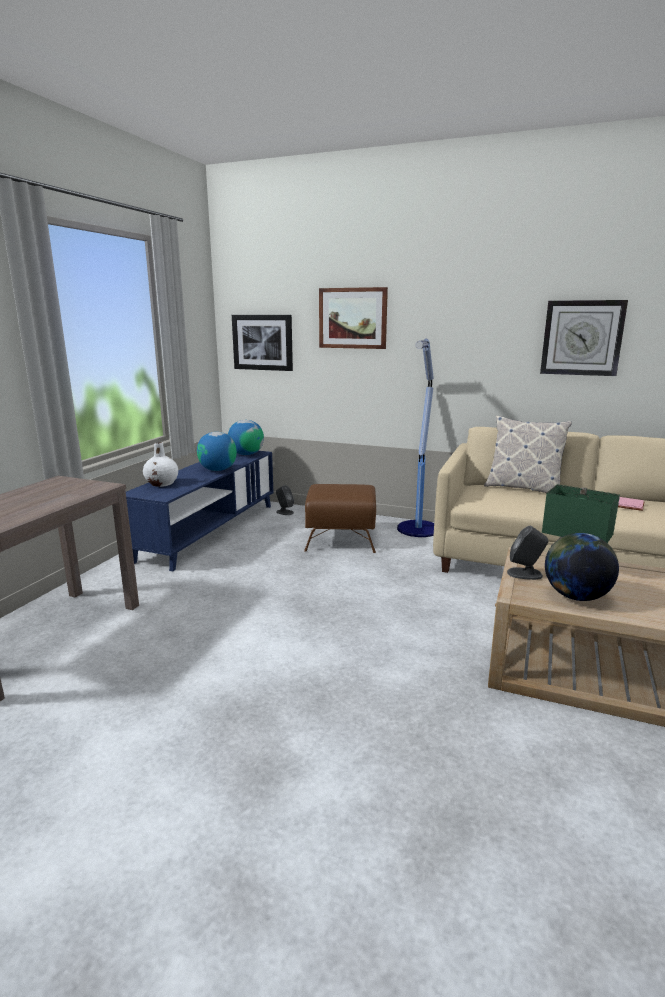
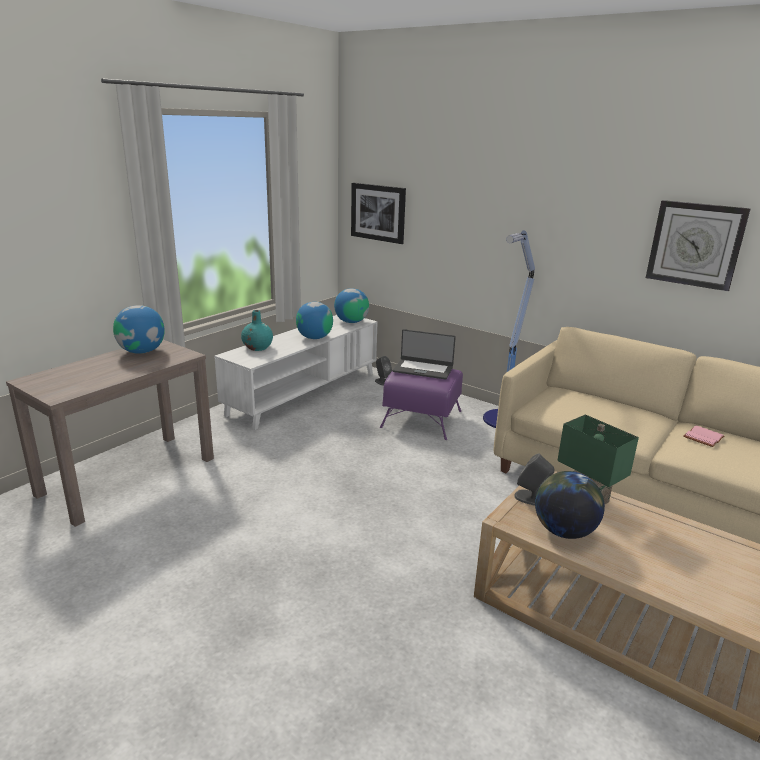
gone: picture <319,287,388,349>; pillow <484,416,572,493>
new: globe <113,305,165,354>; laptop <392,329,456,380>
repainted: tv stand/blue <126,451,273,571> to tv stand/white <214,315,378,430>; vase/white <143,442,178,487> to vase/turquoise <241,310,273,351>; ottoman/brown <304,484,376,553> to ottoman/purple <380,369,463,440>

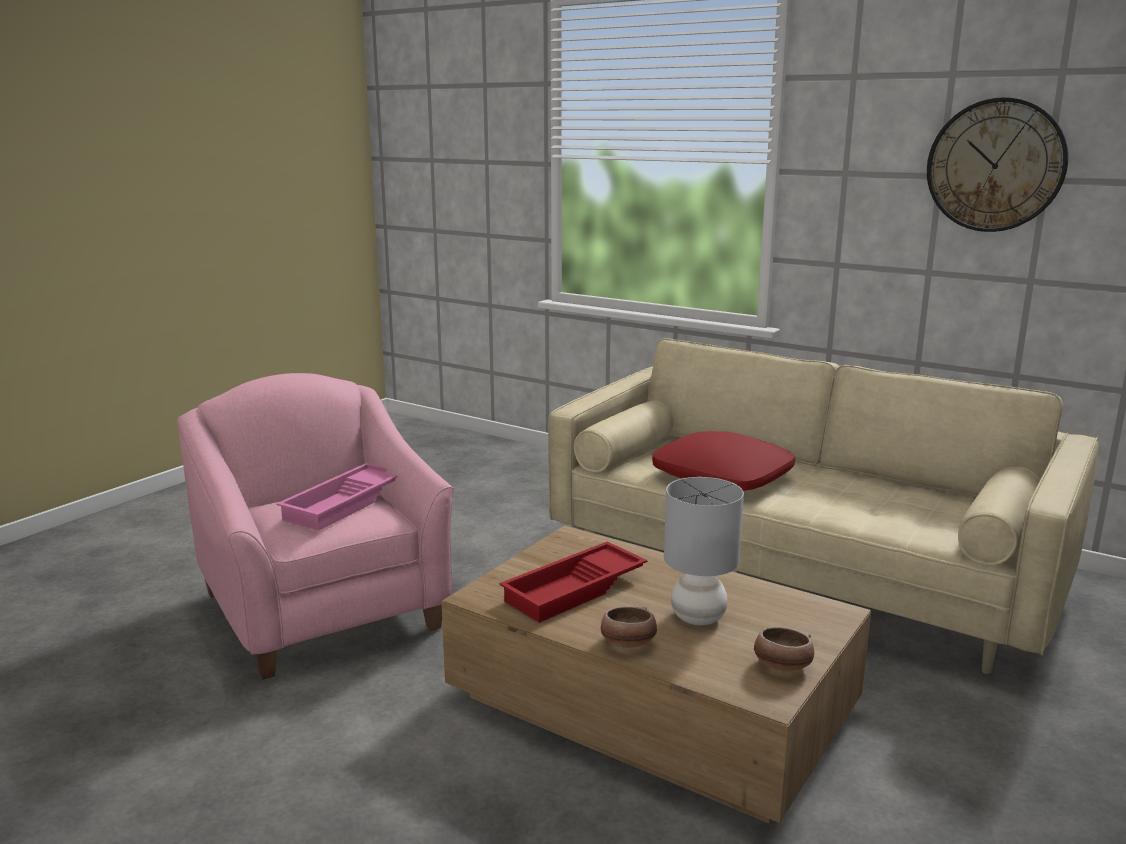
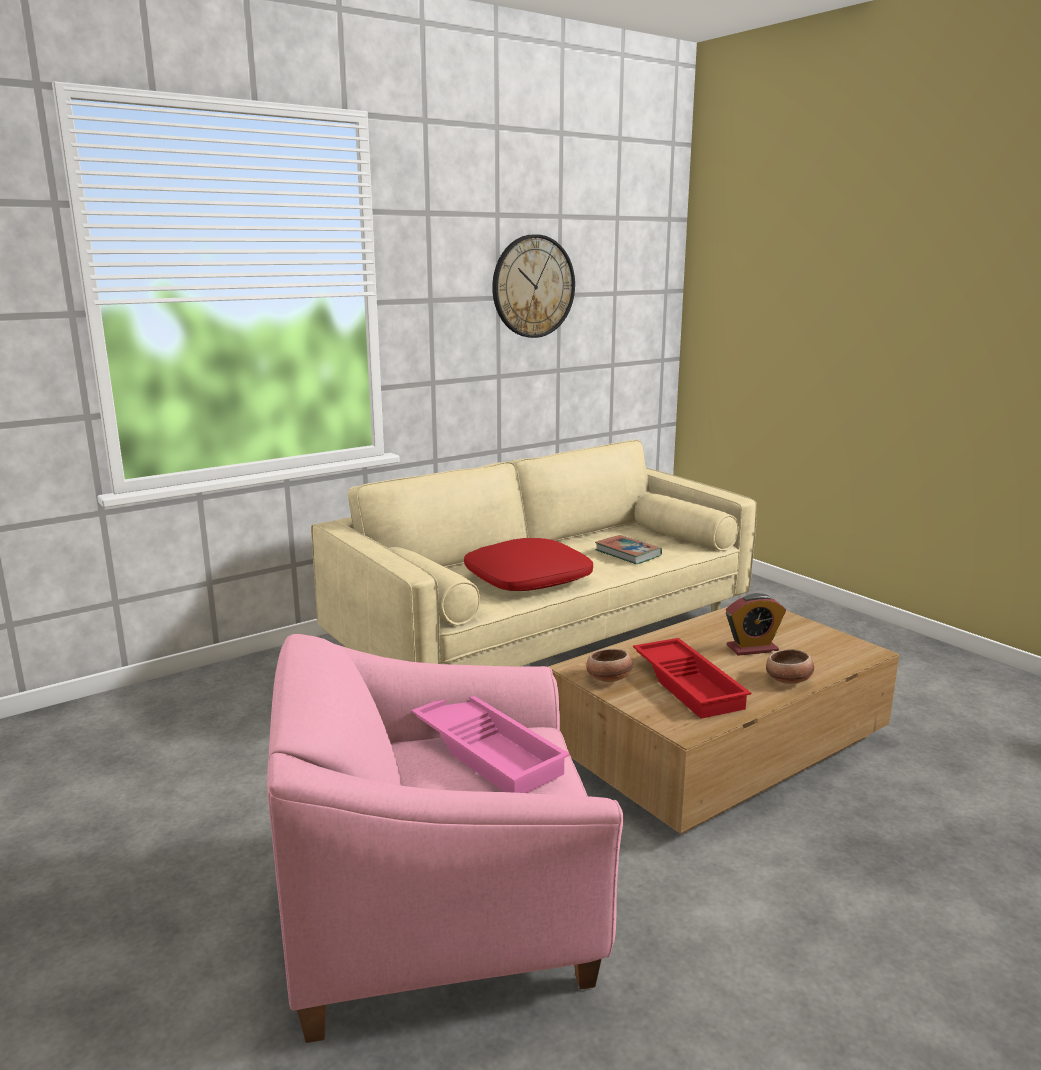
new: book <595,535,662,564>
shifted: bowl <754,627,814,671> to <586,648,633,682>
swapped: table lamp/grey <664,477,744,625> to alarm clock <726,593,786,656>

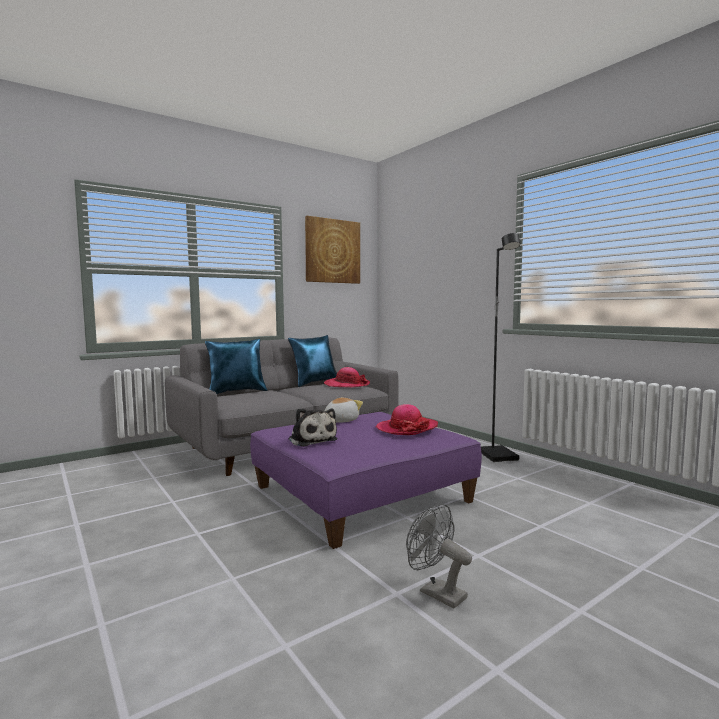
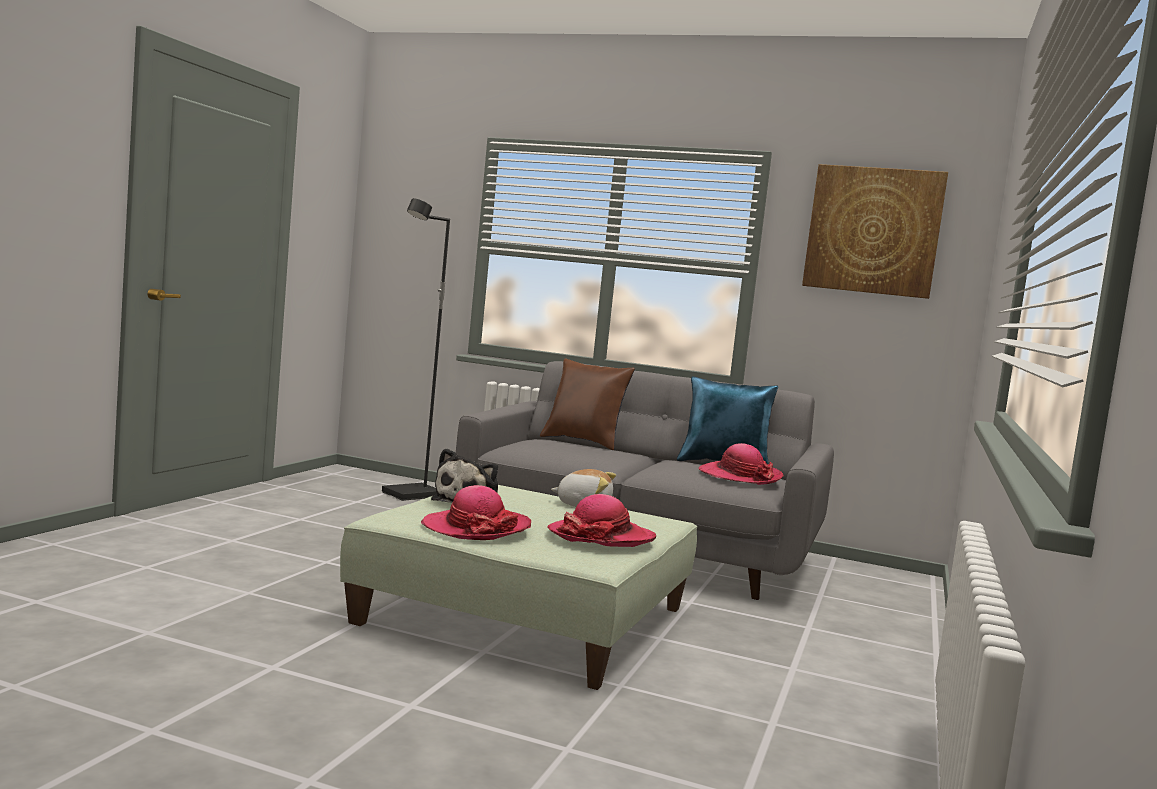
gone: fan/grey <406,504,472,609>
new: hat <421,485,531,540>
shifted: floor lamp/black <481,233,520,462> to <382,198,450,501>
repainted: pillow/blue <205,339,268,394> to pillow/brown <540,359,635,450>; ottoman/purple <250,412,482,549> to ottoman/green <340,485,697,690>

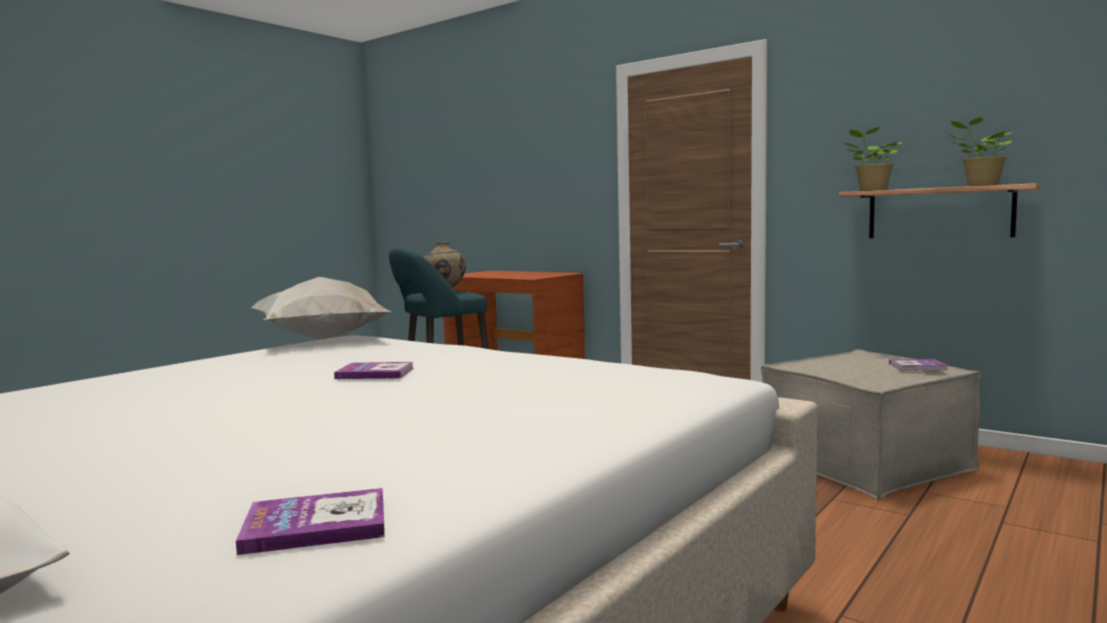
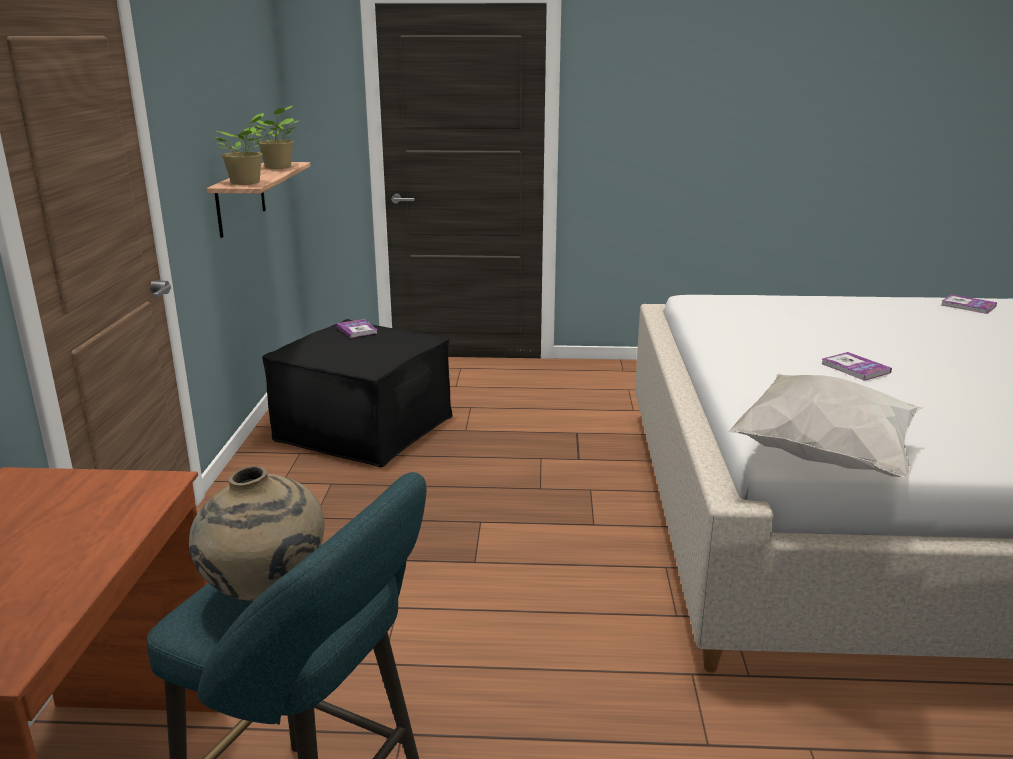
repainted: ottoman/beige <761,349,981,499> to ottoman/black <262,319,452,467>

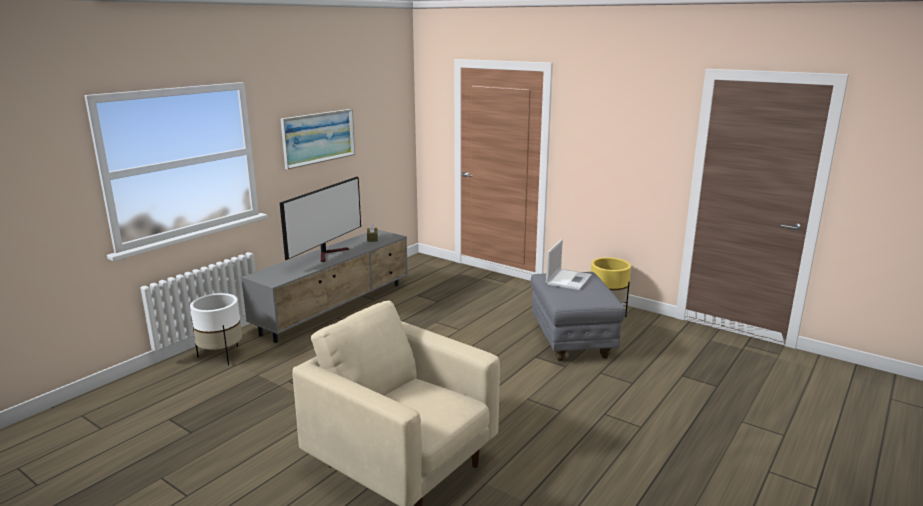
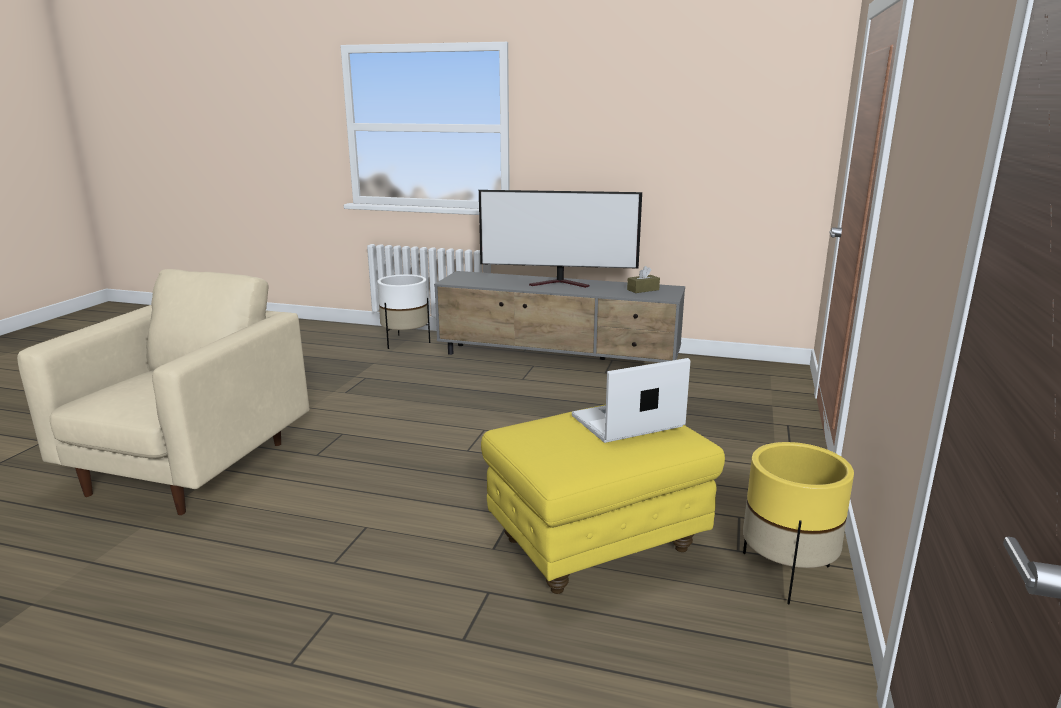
gone: picture <281,109,355,169>
repainted: ottoman/grey <531,272,626,361> to ottoman/yellow <481,404,725,594>
rotated: laptop <546,239,592,290> = <572,358,690,443> 150 degrees clockwise

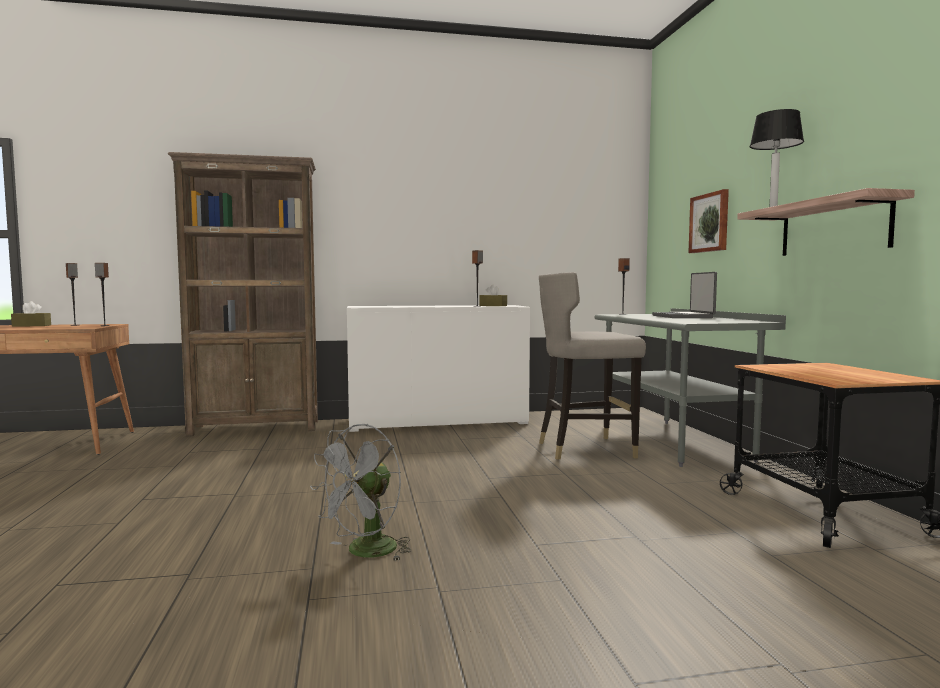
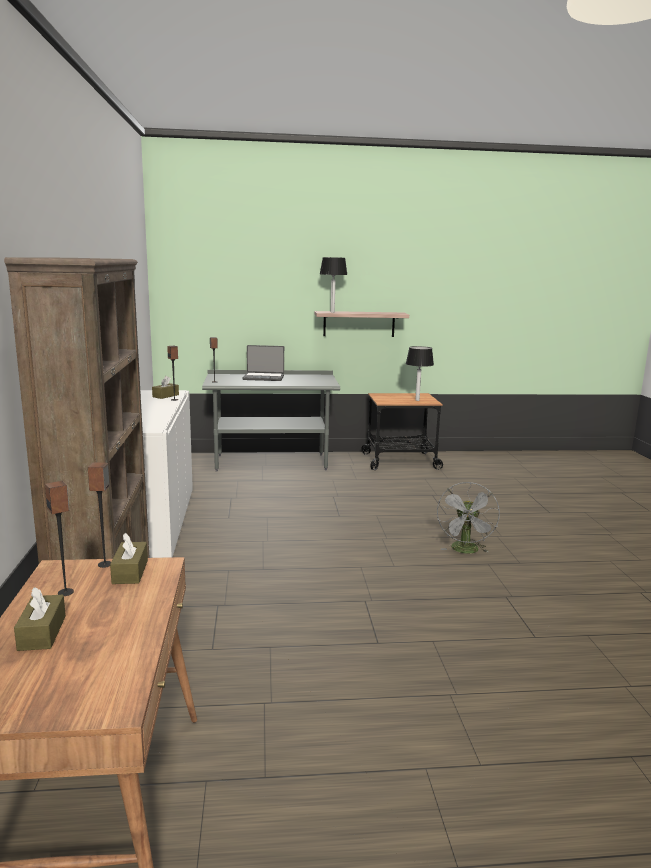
gone: stool/grey <539,272,646,460>; picture <688,189,729,253>
new: tissue box/brown <110,533,148,584>; table lamp <406,346,434,401>
rotated: fan/grey <310,424,411,562> = <437,482,500,554> 60 degrees clockwise

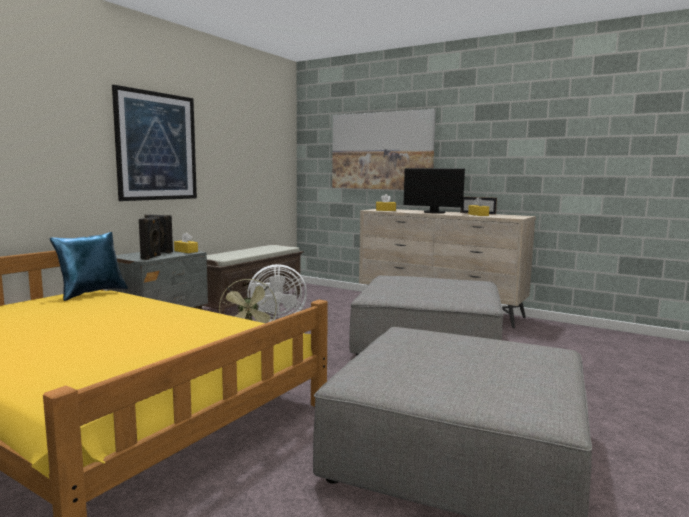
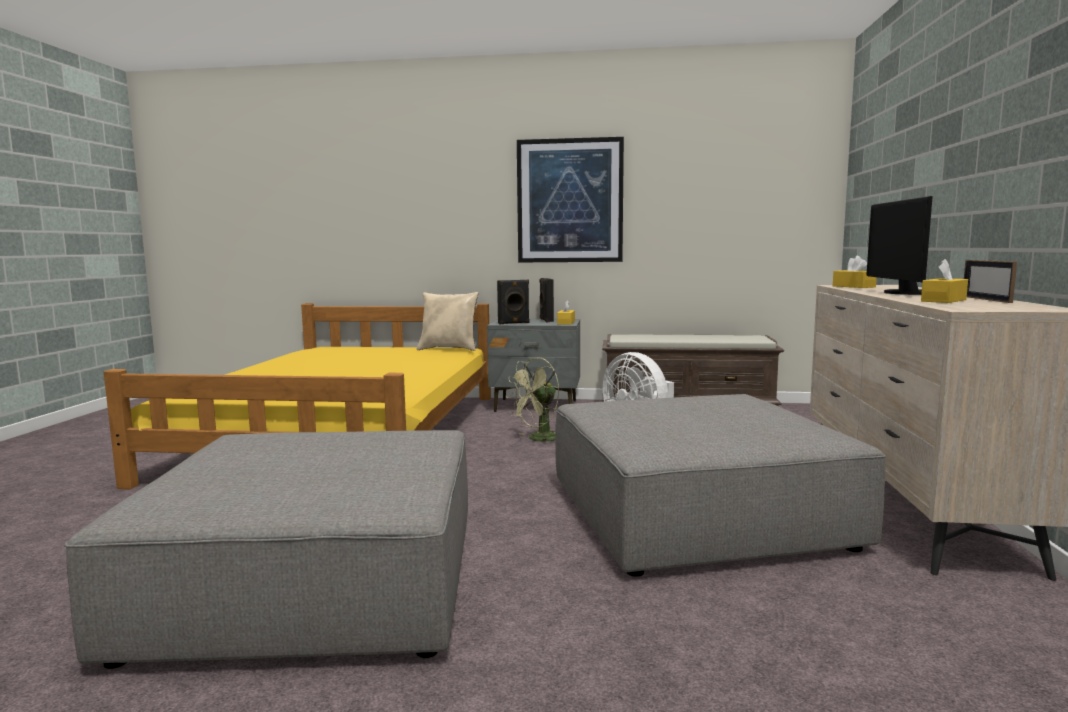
gone: picture <332,109,436,190>
repainted: pillow/blue <50,232,128,301> to pillow/beige <417,292,478,351>

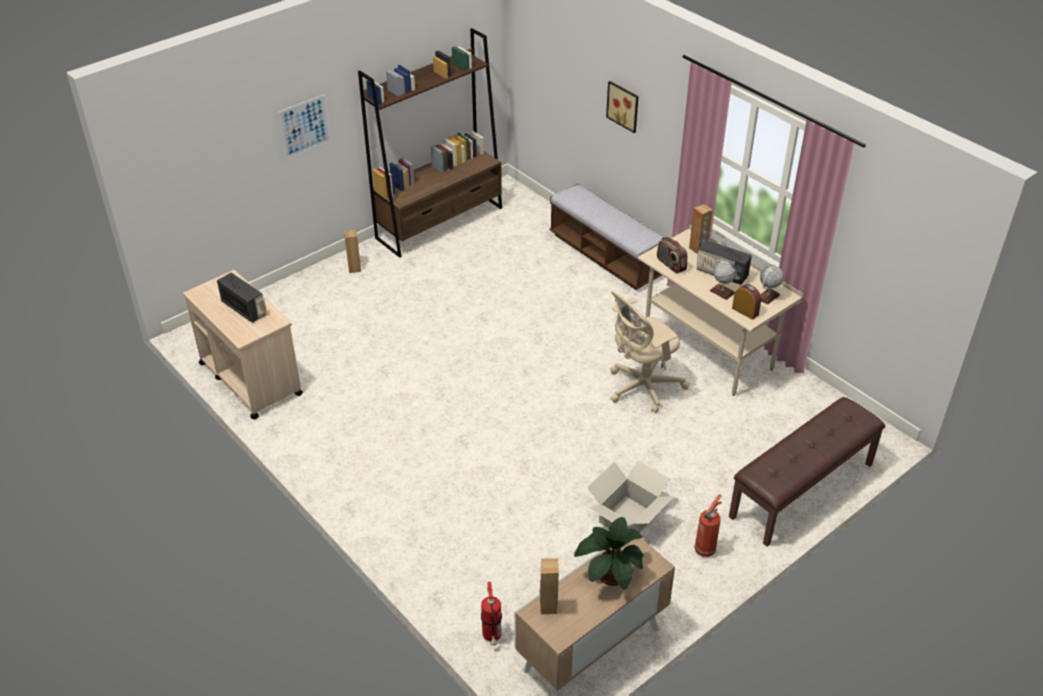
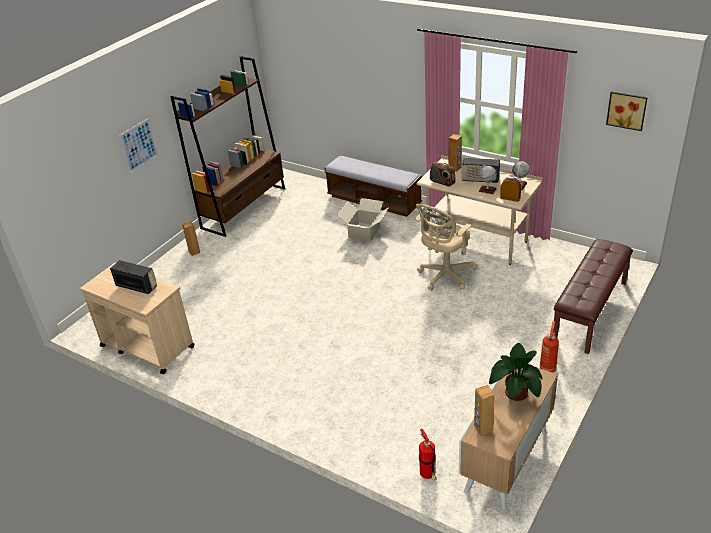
shifted: cardboard box <587,460,674,533> to <337,198,389,242>; picture <606,81,639,133> to <606,92,648,131>

